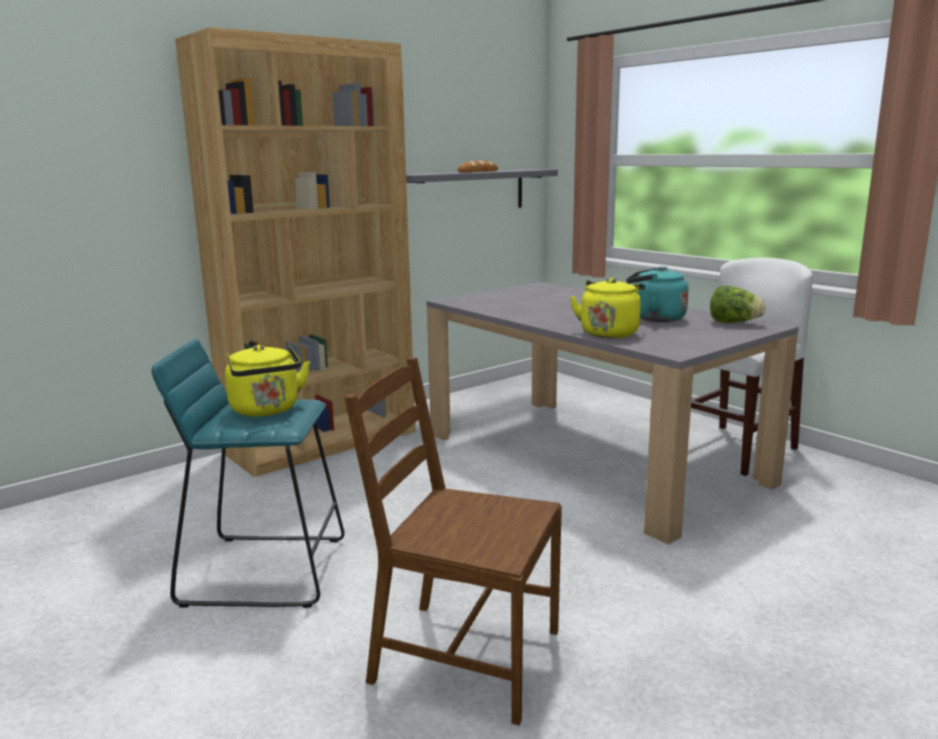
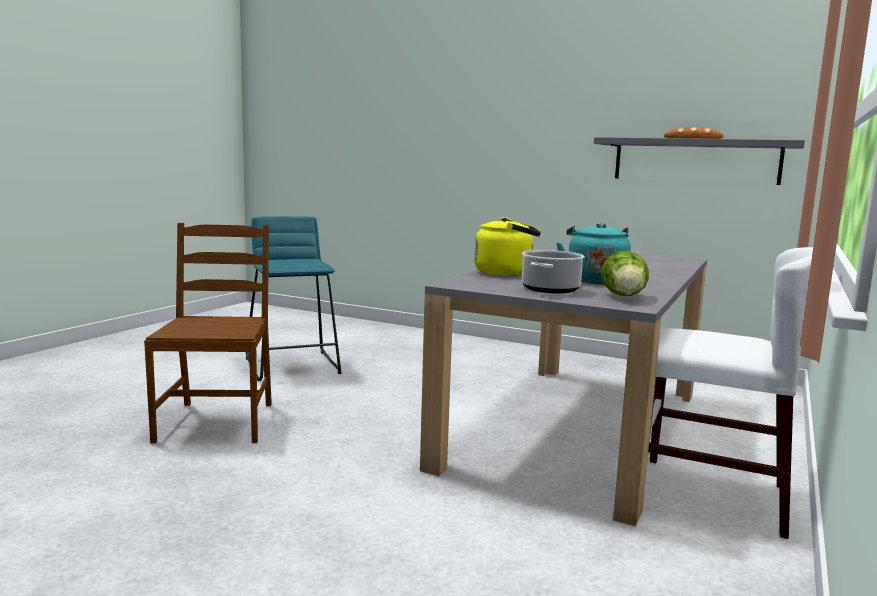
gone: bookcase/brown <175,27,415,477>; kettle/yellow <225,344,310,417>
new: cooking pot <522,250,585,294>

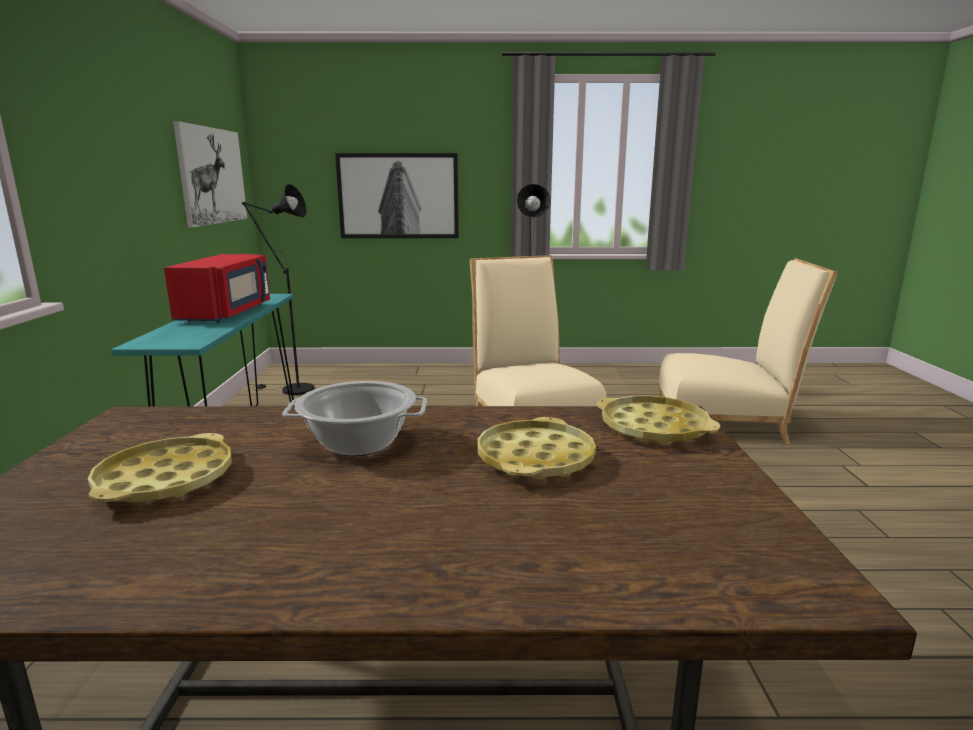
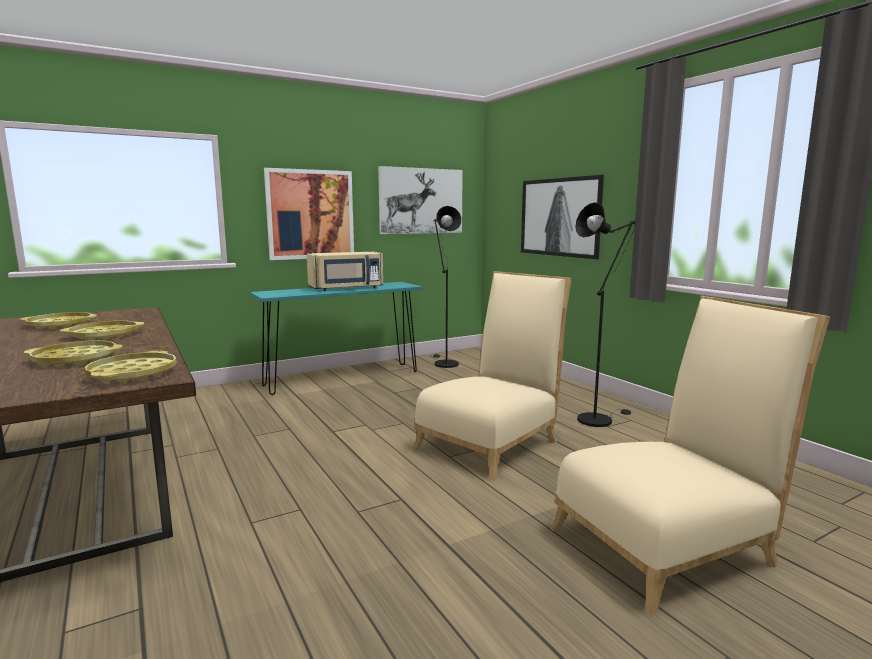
new: picture <264,168,354,260>
swapped: cooking pot <282,381,427,456> to tray/yellow <60,321,144,340>
repainted: microwave/red <164,254,270,322> to microwave/beige <307,252,383,291>
rotated: chair/beige <658,258,837,444> = <550,296,830,615> 90 degrees counterclockwise

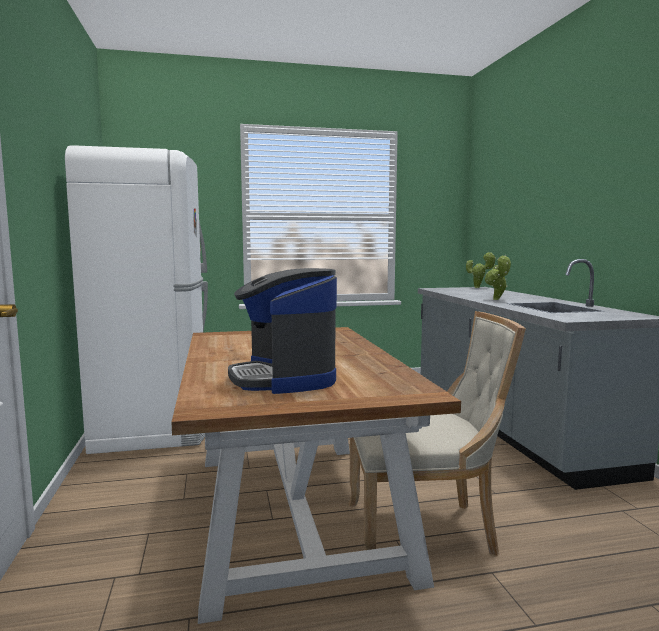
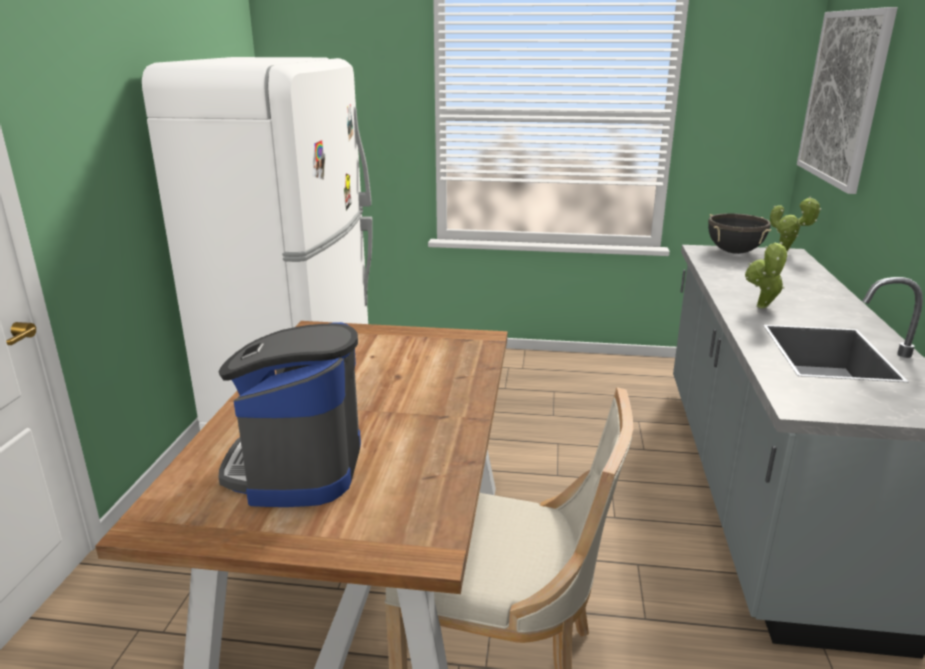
new: cooking pot/black <708,213,771,254>; picture <797,7,898,194>

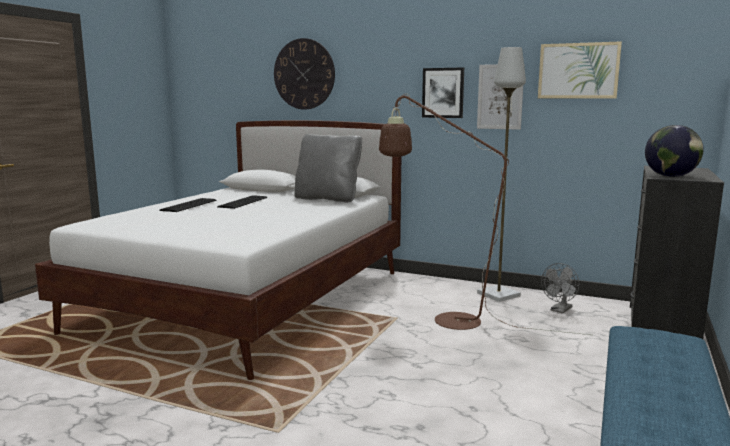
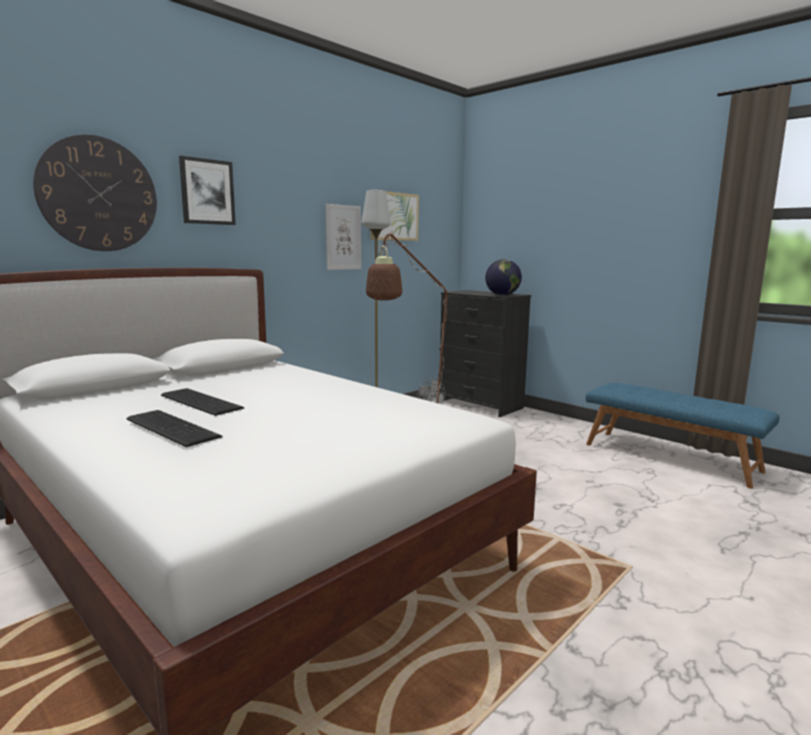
gone: pillow/grey <294,134,362,202>
shifted: picture <422,67,464,118> to <179,156,236,225>

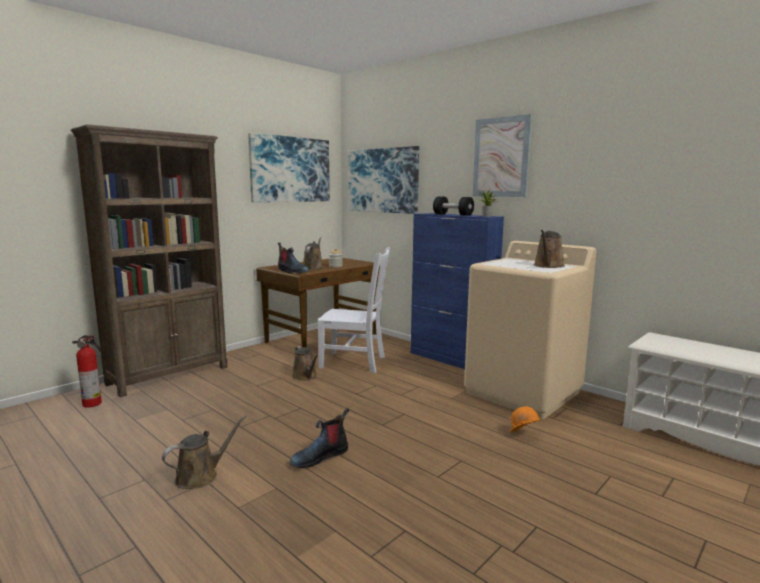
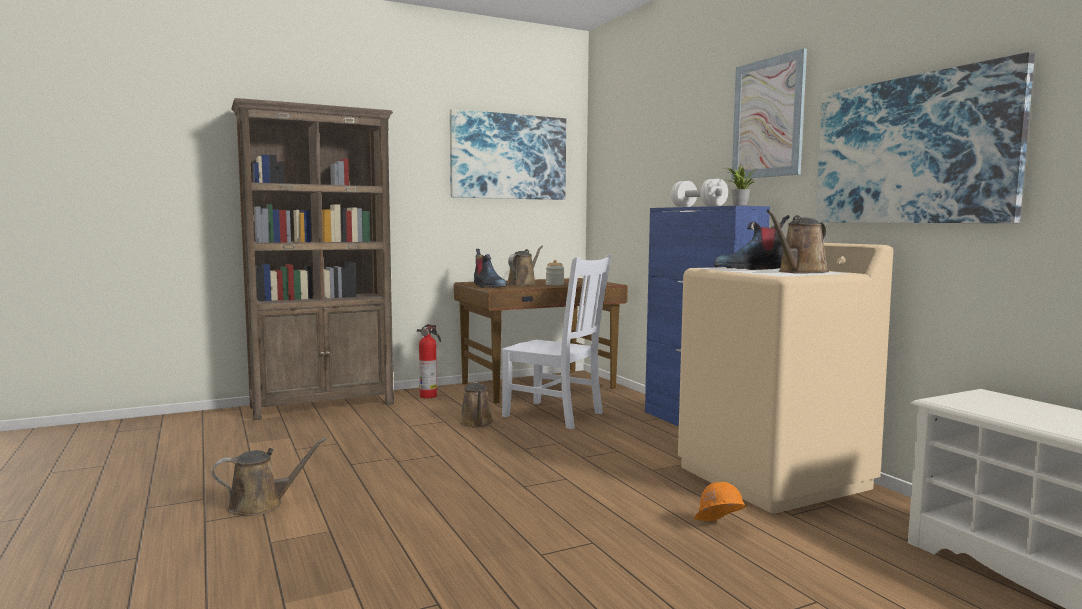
shifted: fire extinguisher <72,335,102,408> to <417,324,441,398>; boot <290,408,349,468> to <714,215,790,270>; picture <348,146,419,214> to <816,52,1035,223>
repainted: dumbbell/black <433,197,474,216> to dumbbell/white <671,179,728,207>

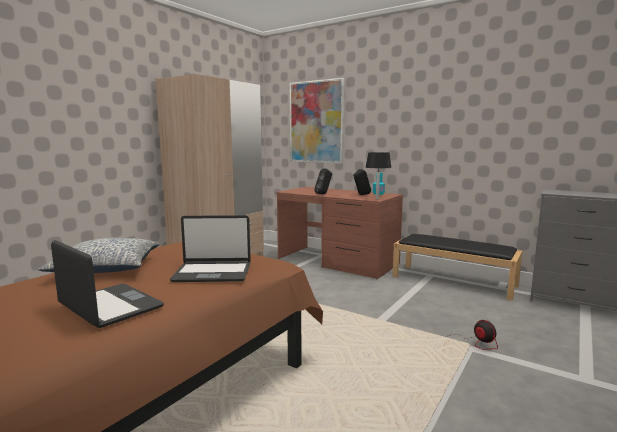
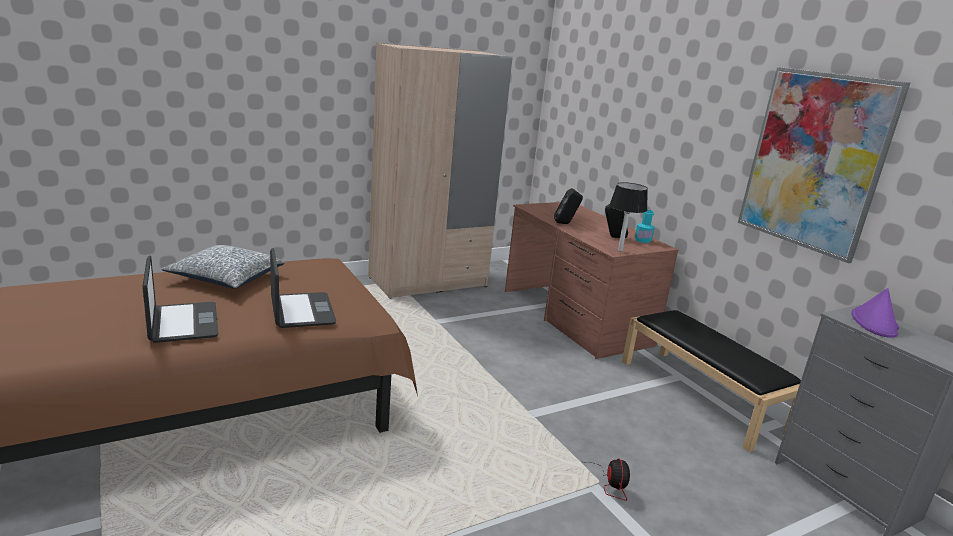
new: hat/purple <851,288,899,338>
shifted: picture <290,78,344,164> to <738,67,910,263>
rotated: laptop <170,215,251,282> = <270,248,336,328> 135 degrees counterclockwise

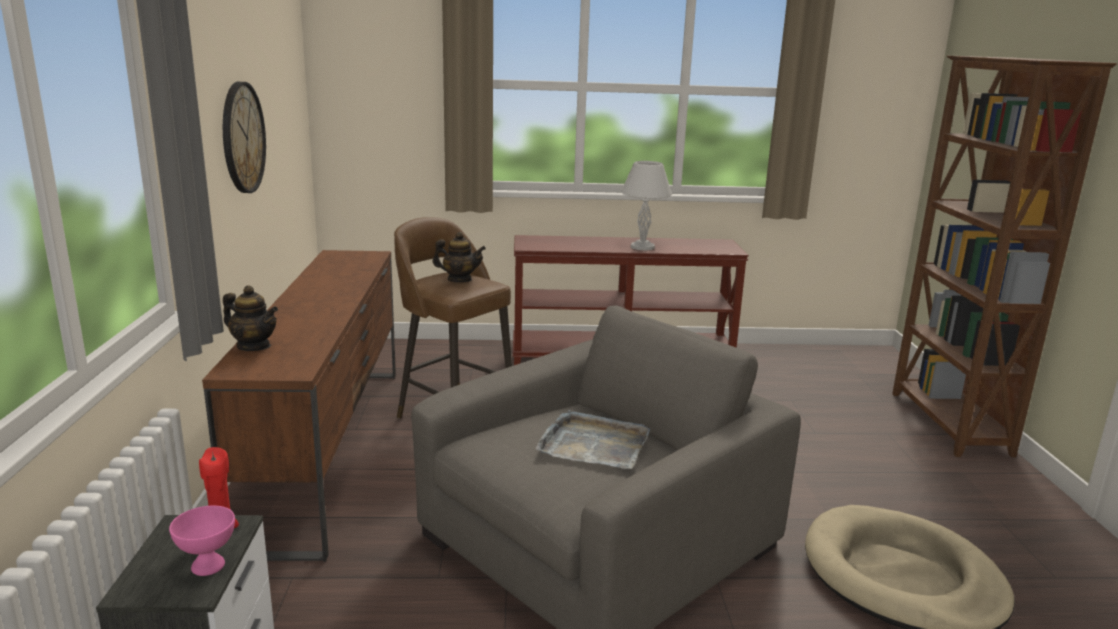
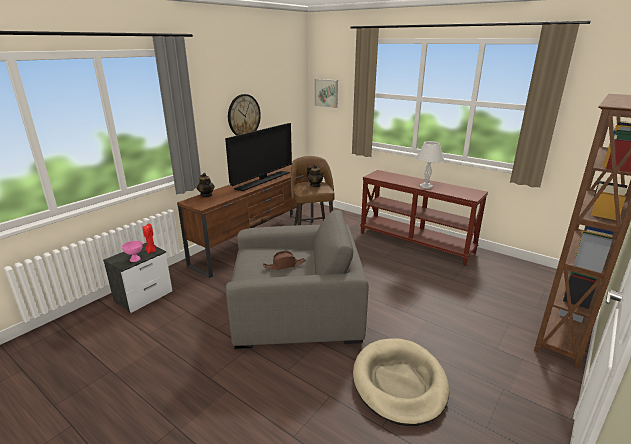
new: television <225,123,292,191>; picture <315,79,338,108>
swapped: tray/grey <536,410,650,469> to hat/brown <263,251,306,270>

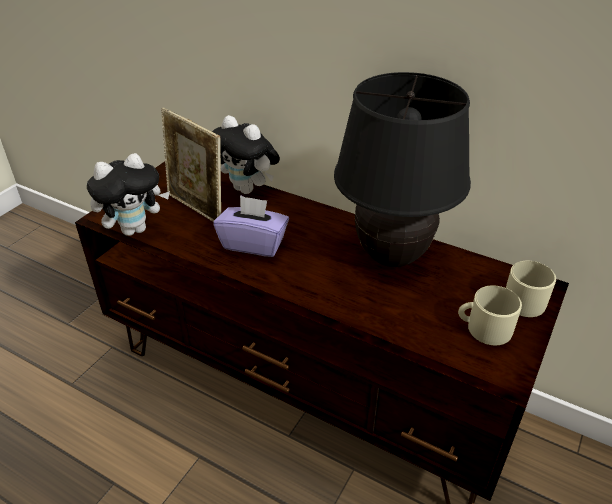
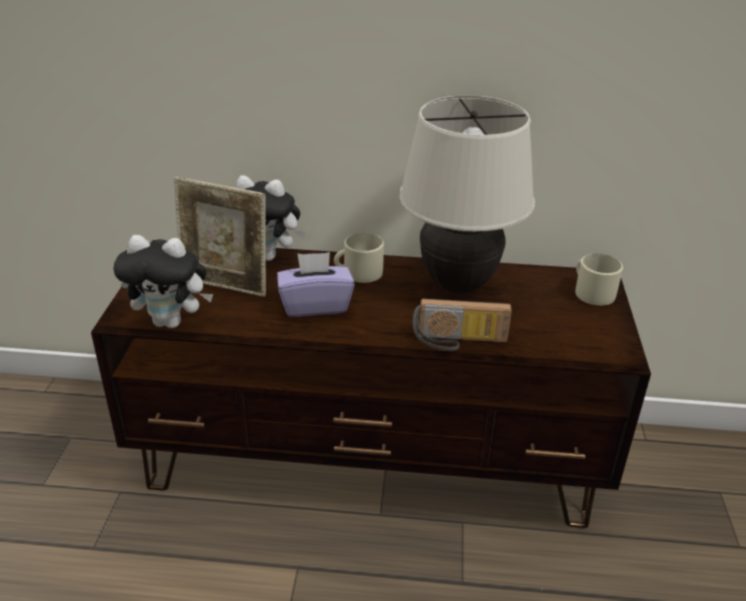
new: radio <413,299,512,351>
shifted: mug/beige <458,285,522,345> to <334,233,384,283>
repainted: table lamp/black <334,72,471,267> to table lamp/beige <399,95,535,294>
rotated: plush toy <87,153,170,236> = <113,235,213,328> 60 degrees clockwise

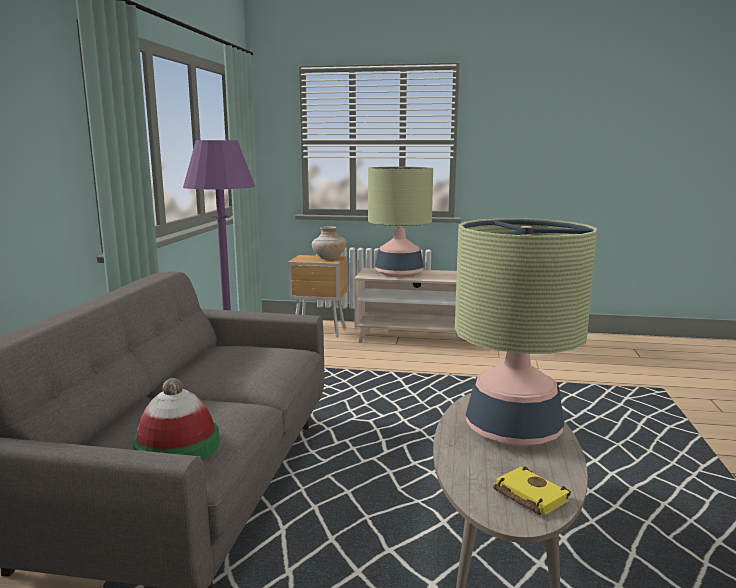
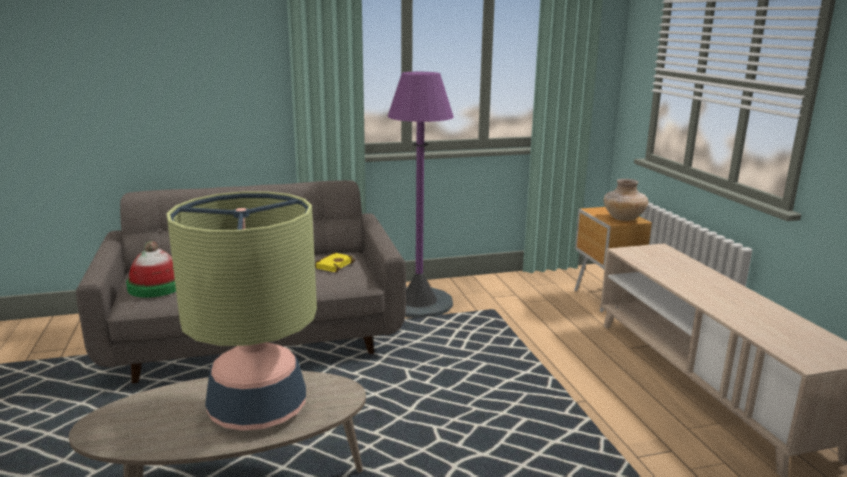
gone: table lamp <368,167,433,277>
shifted: book/yellow <493,467,571,515> to <315,252,355,272>

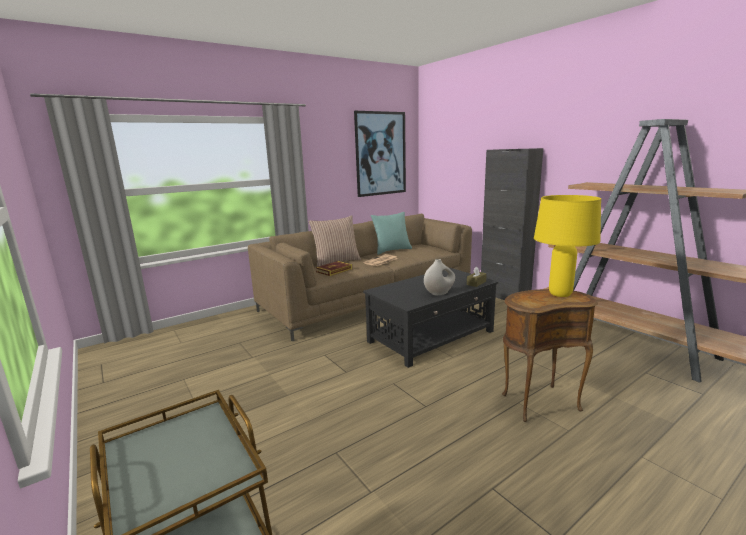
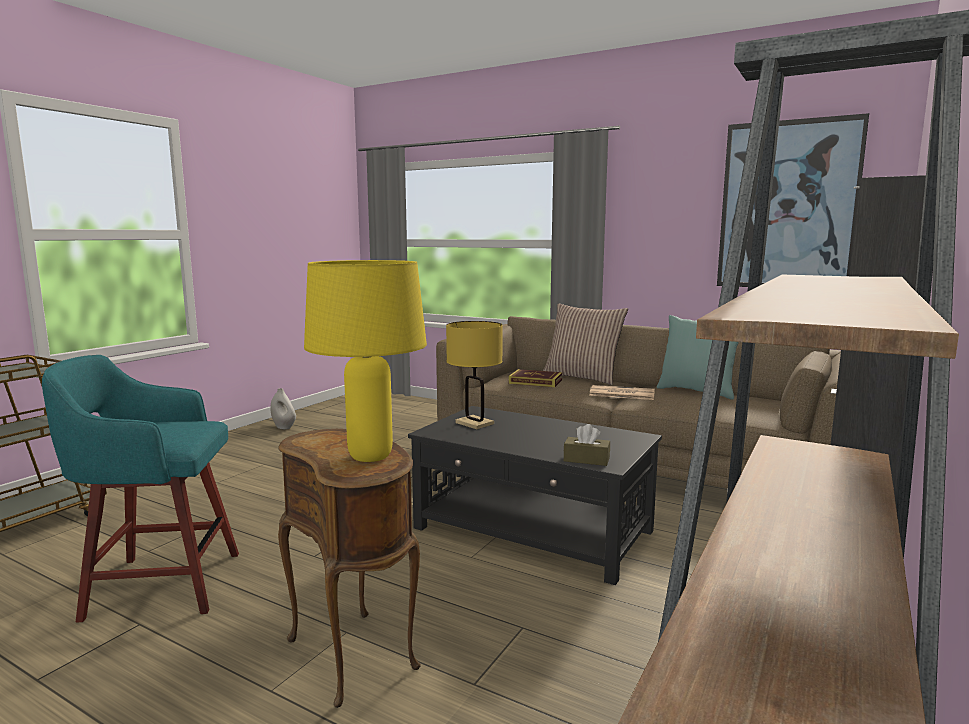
new: stool/turquoise <42,355,239,623>; table lamp/yellow <446,321,503,429>
shifted: vase/white <424,259,455,295> to <270,388,296,429>

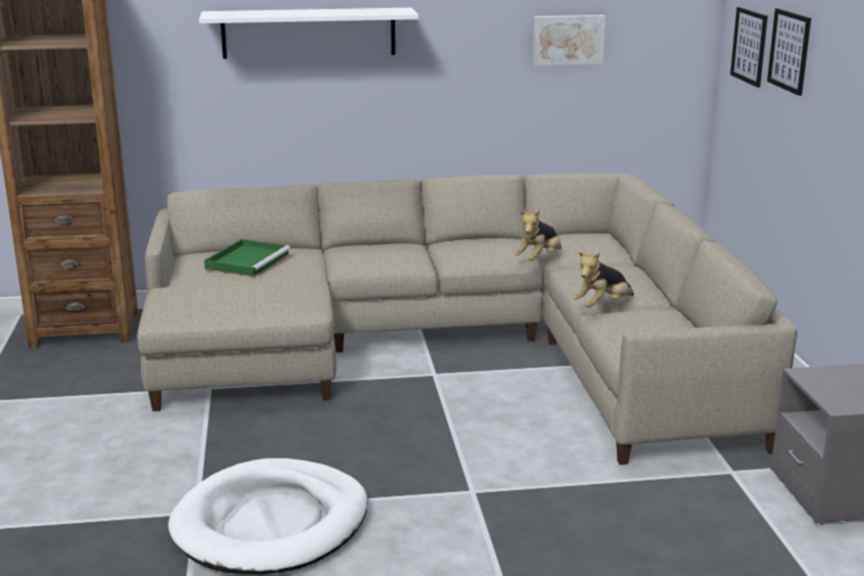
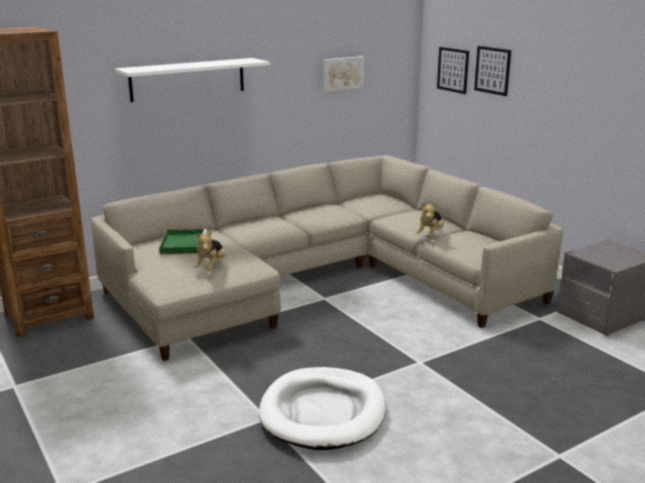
shifted: plush toy <514,209,561,261> to <193,230,226,271>

